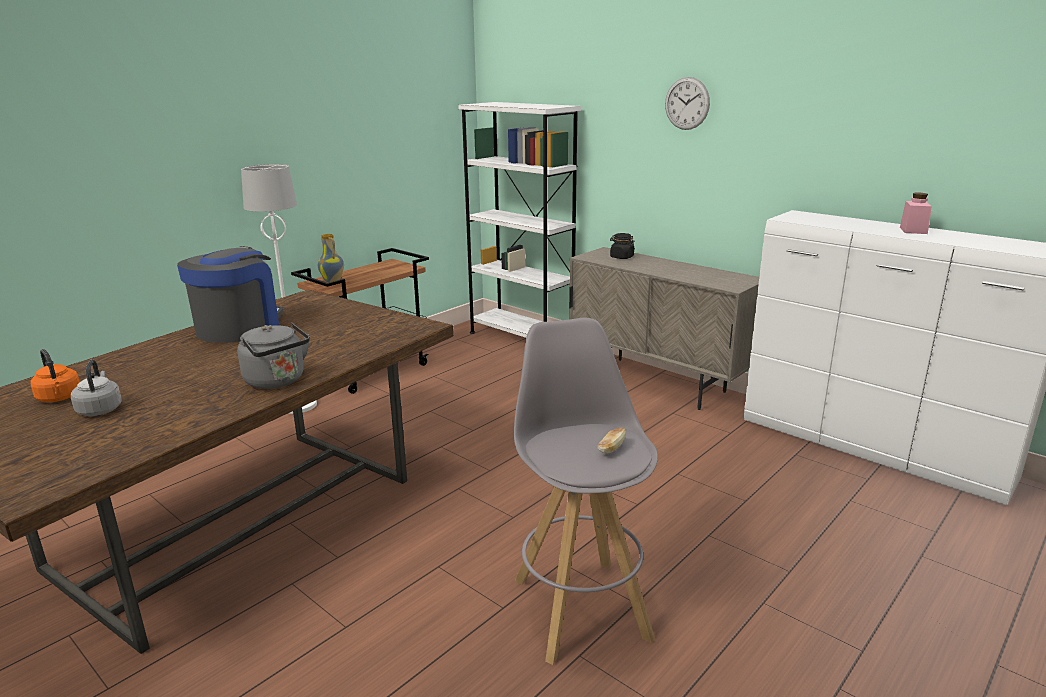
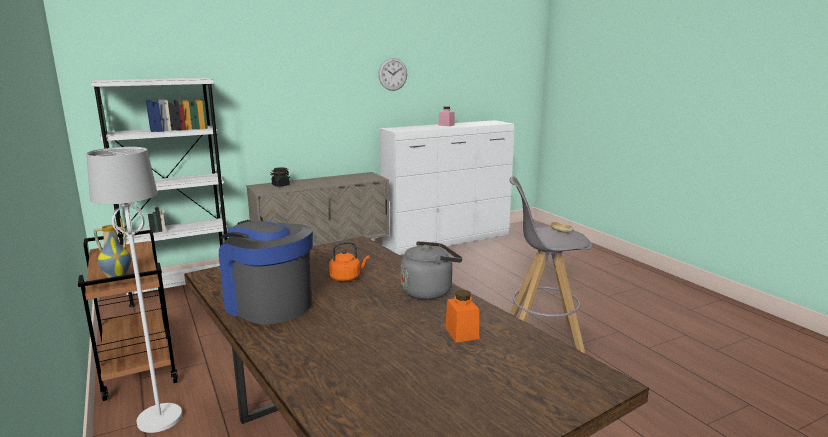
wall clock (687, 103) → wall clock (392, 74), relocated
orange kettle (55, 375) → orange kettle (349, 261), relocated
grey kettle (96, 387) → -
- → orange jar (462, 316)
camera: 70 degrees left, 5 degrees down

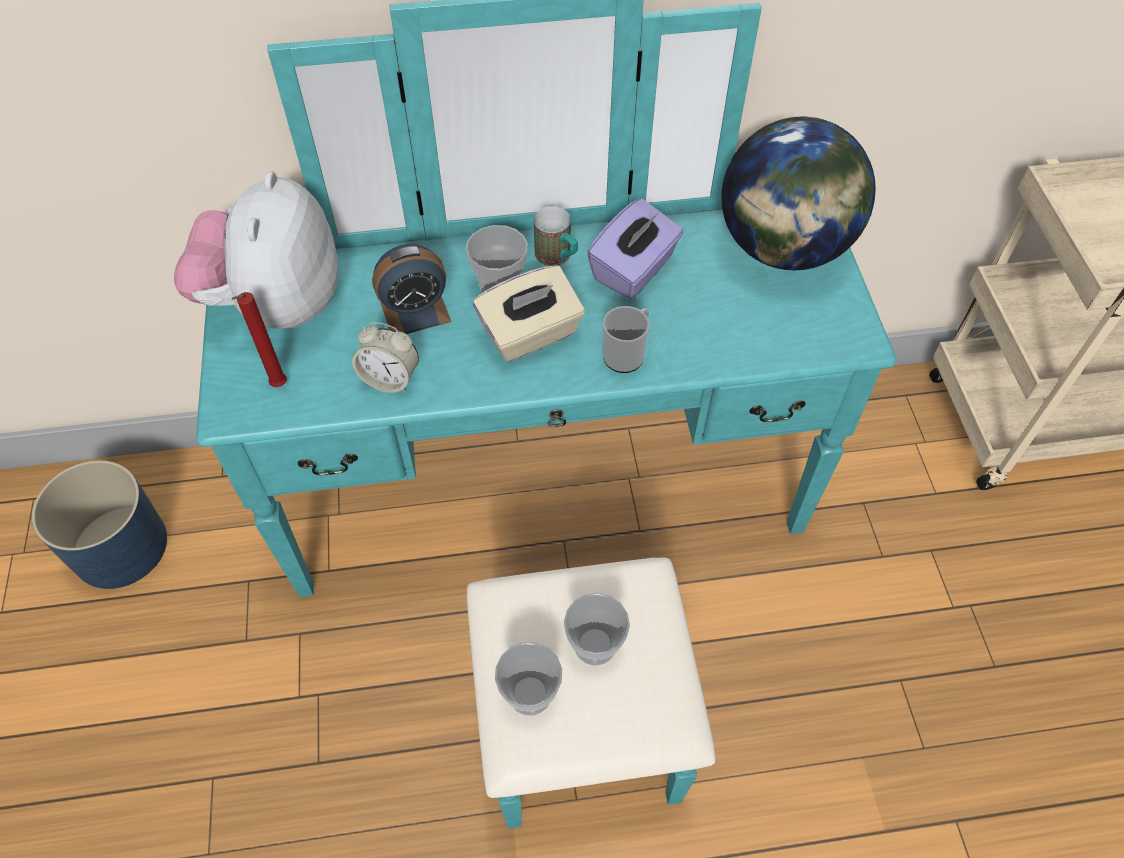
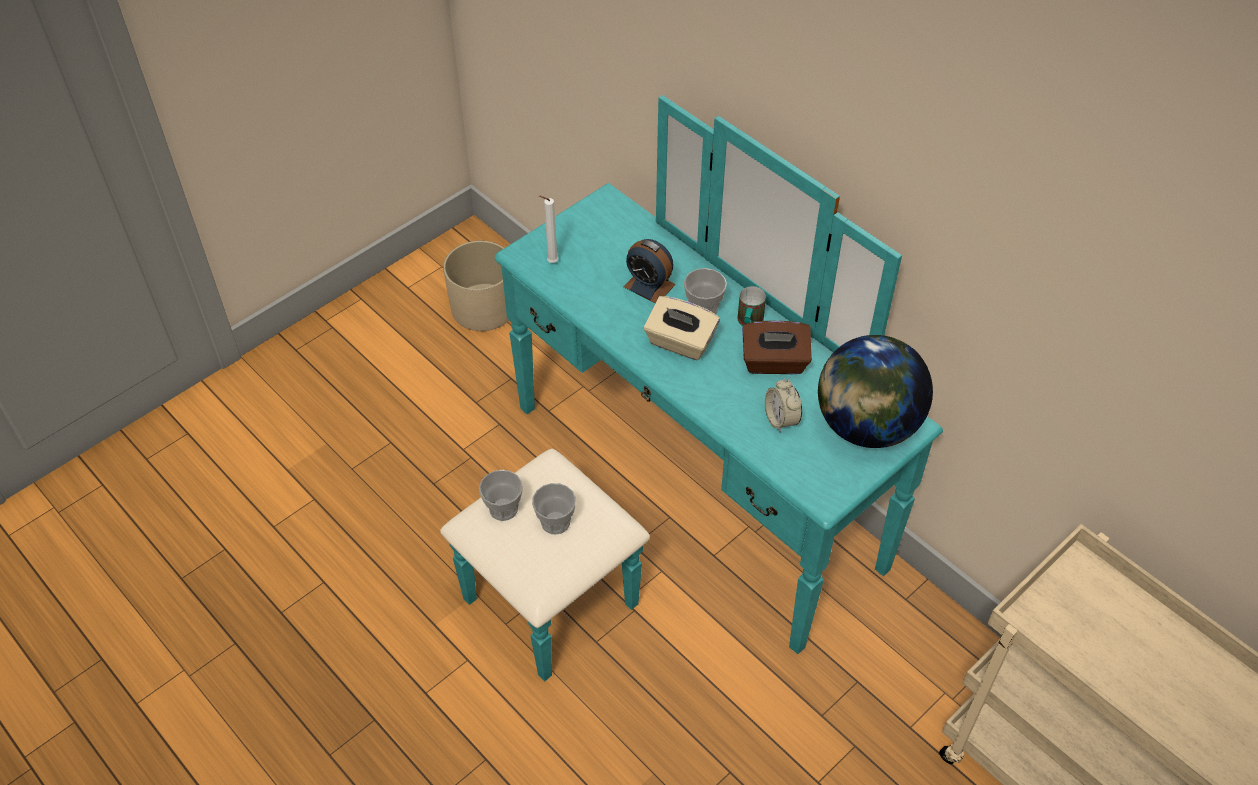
plush toy (256, 250) → -
purple tissue box (635, 248) → brown tissue box (777, 347)
red candle (259, 339) → white candle (548, 229)
mug (626, 339) → -
alarm clock (385, 357) → alarm clock (783, 405), relocated
blue planter (99, 524) → beige planter (476, 286)
camera: 55 degrees right, 5 degrees down

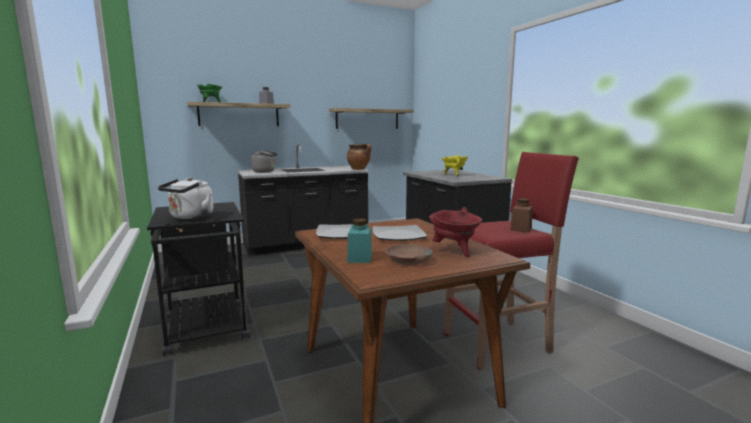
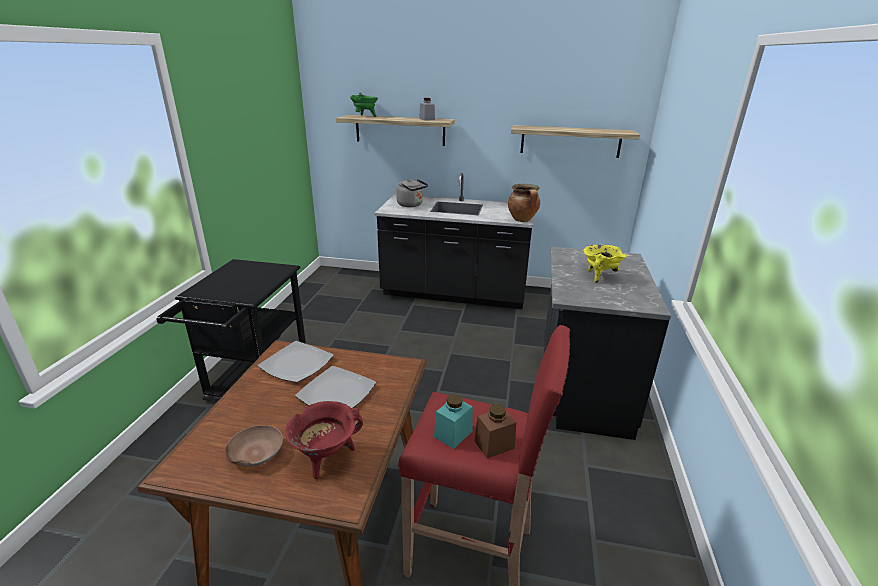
white kettle (185, 198) → -
turquoise jar (359, 241) → turquoise jar (453, 421), relocated
camera: 35 degrees right, 15 degrees up

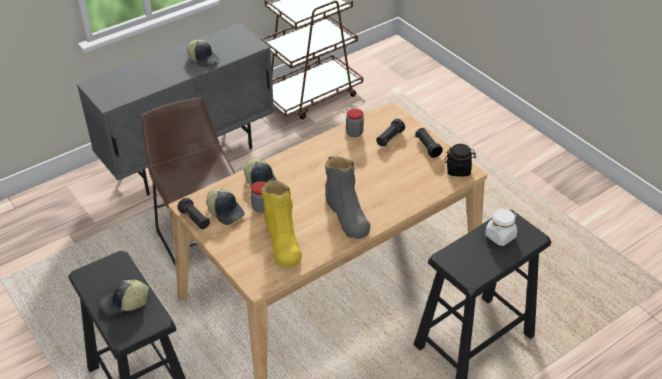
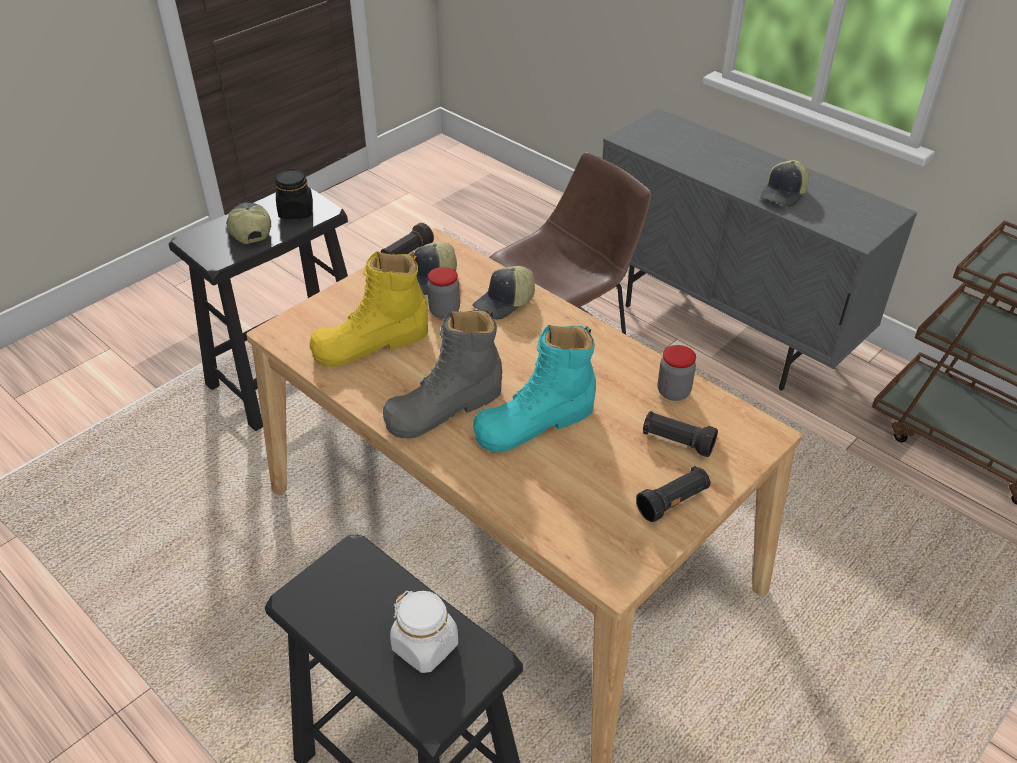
black jar (460, 160) → black jar (294, 194), relocated
- → turquoise boot (534, 388)
camera: 80 degrees right, 0 degrees up

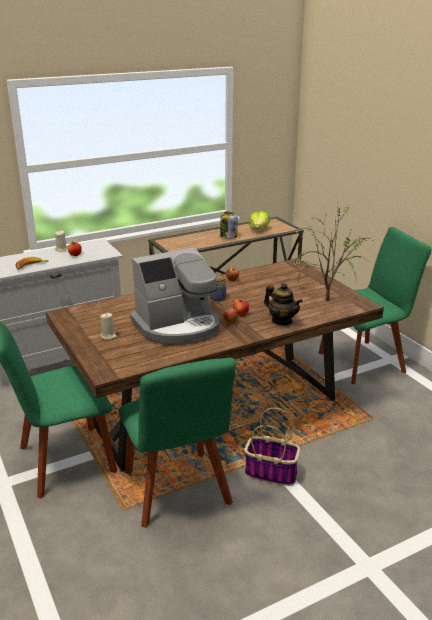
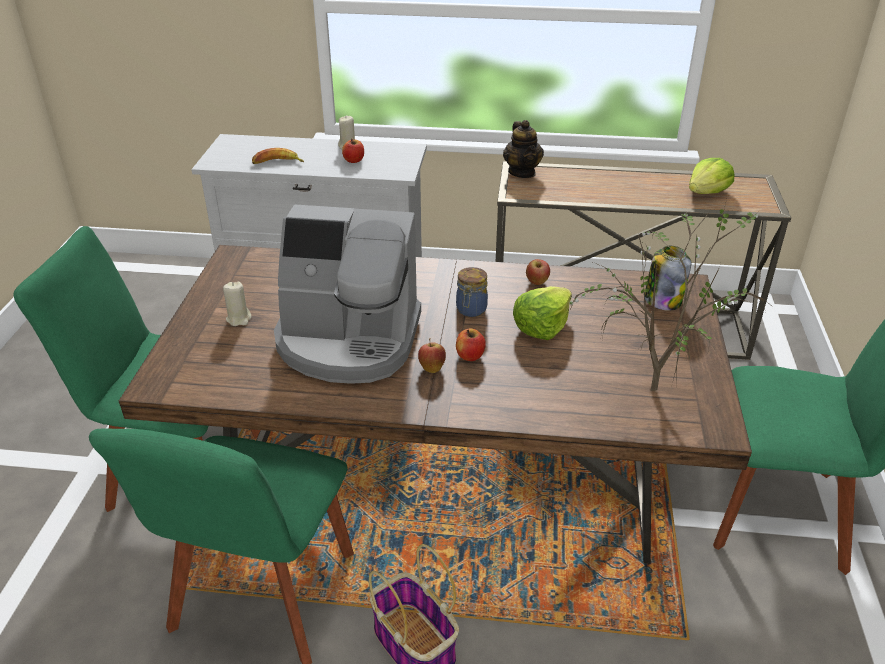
jar (229, 225) → jar (668, 278), relocated
teapot (283, 304) → teapot (523, 149), relocated
- → lettuce (542, 313)
camera: 35 degrees right, 10 degrees up

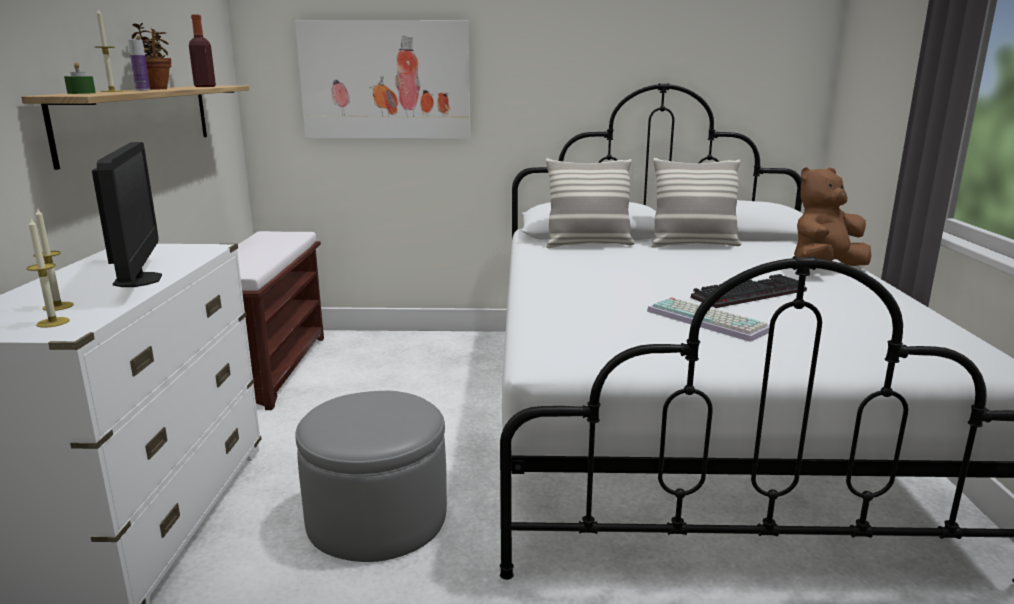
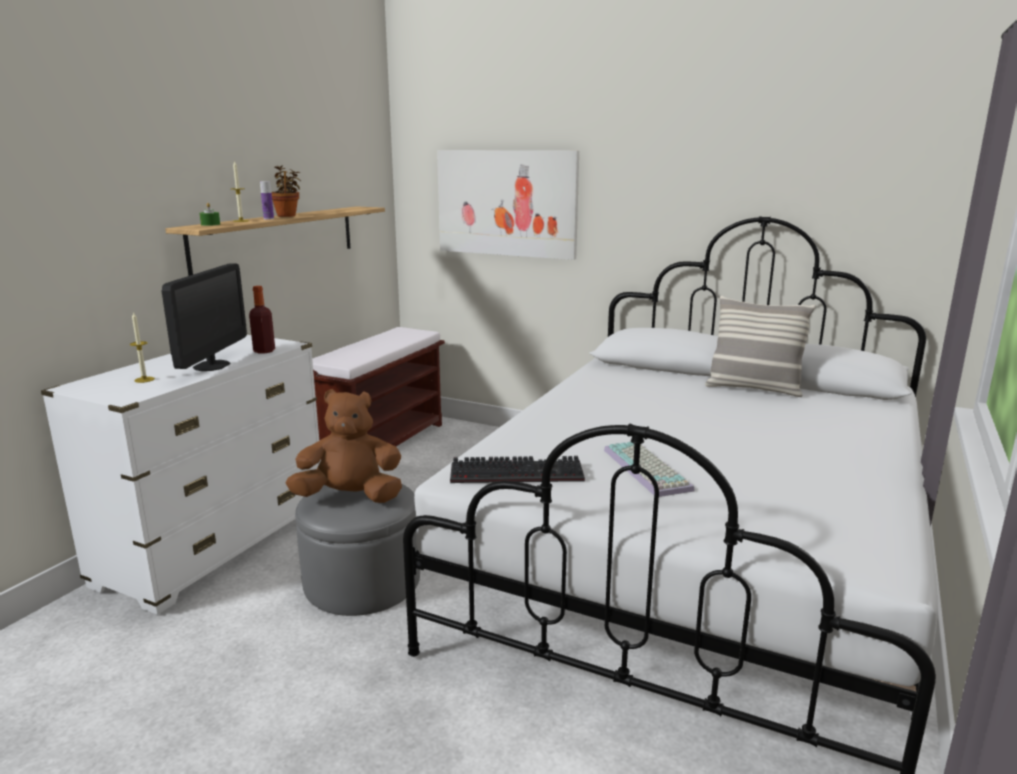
bottle (202, 50) → bottle (262, 320), relocated
pillow (590, 203) → -
brown plush toy (832, 216) → brown plush toy (344, 446), relocated
candle (48, 273) → -
keyboard (749, 291) → keyboard (517, 469), relocated
camera: 25 degrees right, 0 degrees up

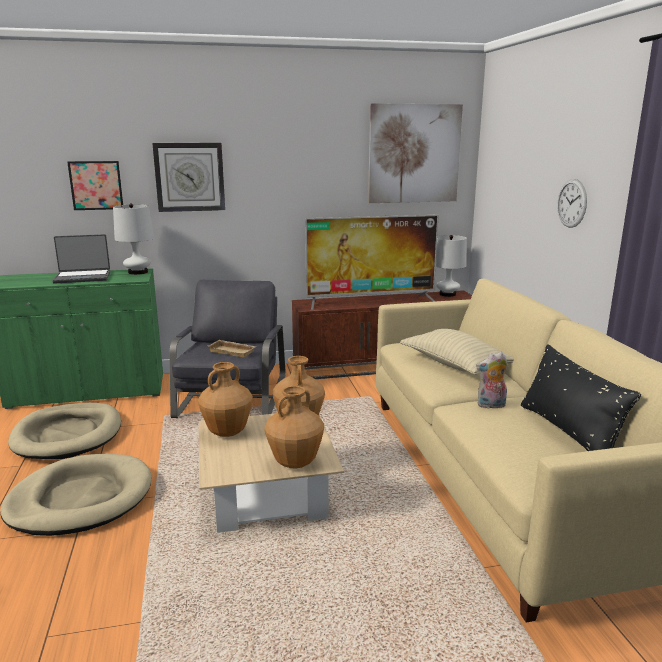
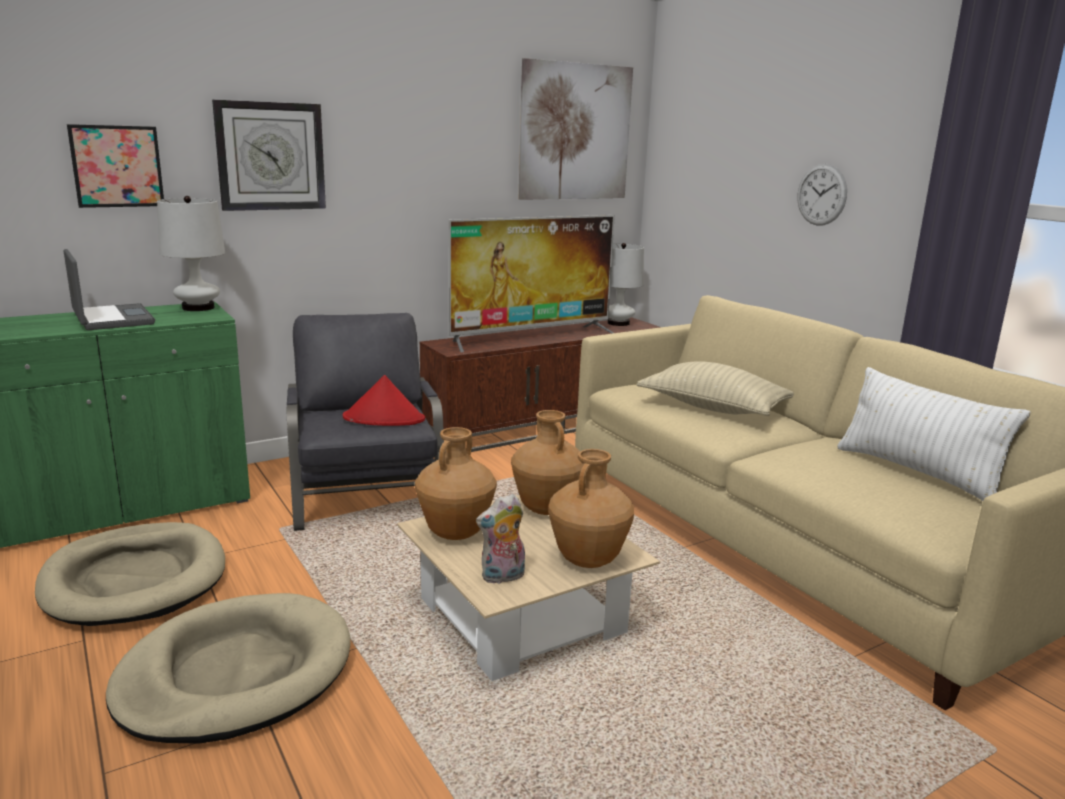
laptop (81, 259) → laptop (109, 289), 90 degrees counterclockwise
beige tray (232, 349) → red hat (384, 400)
black pillow (581, 398) → white pillow (934, 434)
plush toy (492, 380) → plush toy (500, 539), relocated
camera: 20 degrees left, 0 degrees up

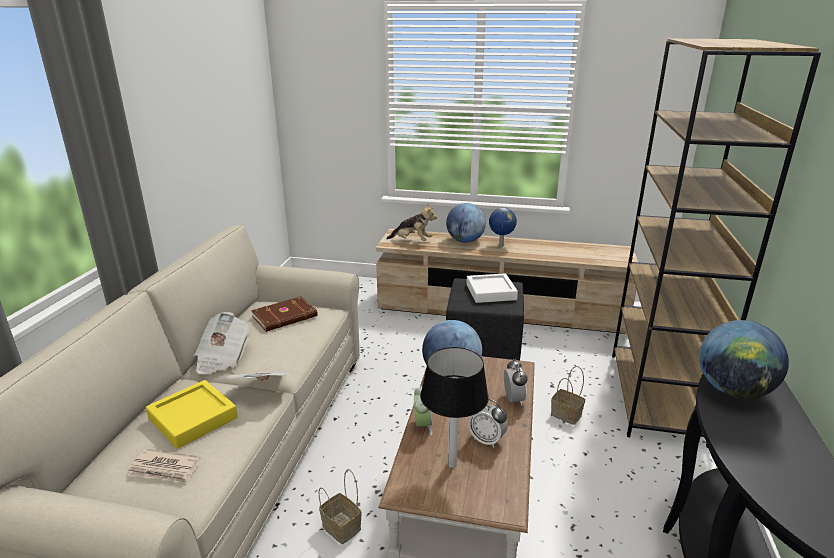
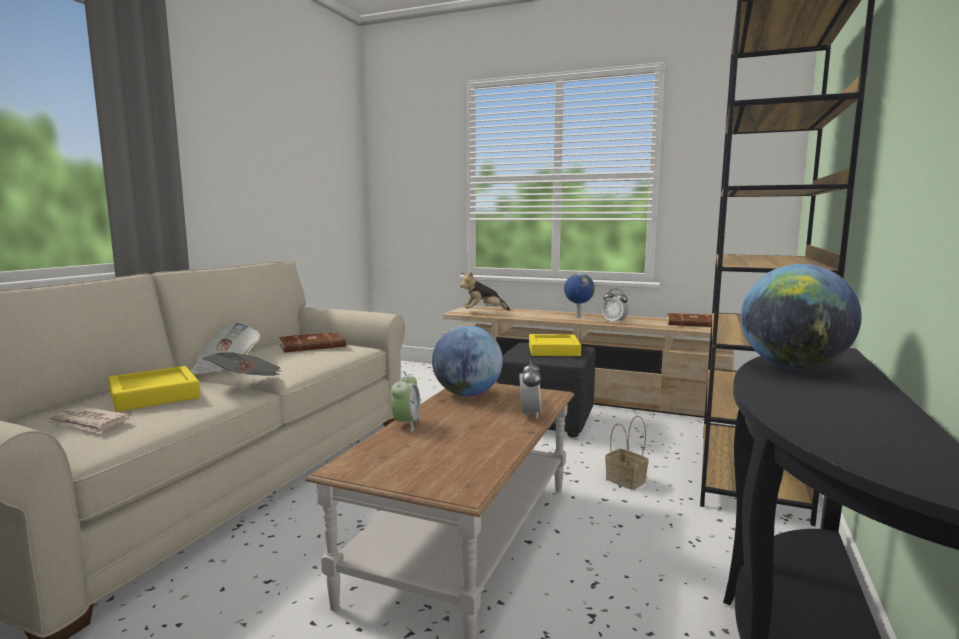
globe (466, 223) → -
plush toy (411, 222) → plush toy (485, 291), 135 degrees clockwise
white tray (492, 288) → yellow tray (555, 345)
table lamp (454, 407) → -
alarm clock (488, 423) → alarm clock (615, 306), relocated
basket (340, 506) → -
- → brown book (689, 320)
camera: 10 degrees right, 15 degrees down

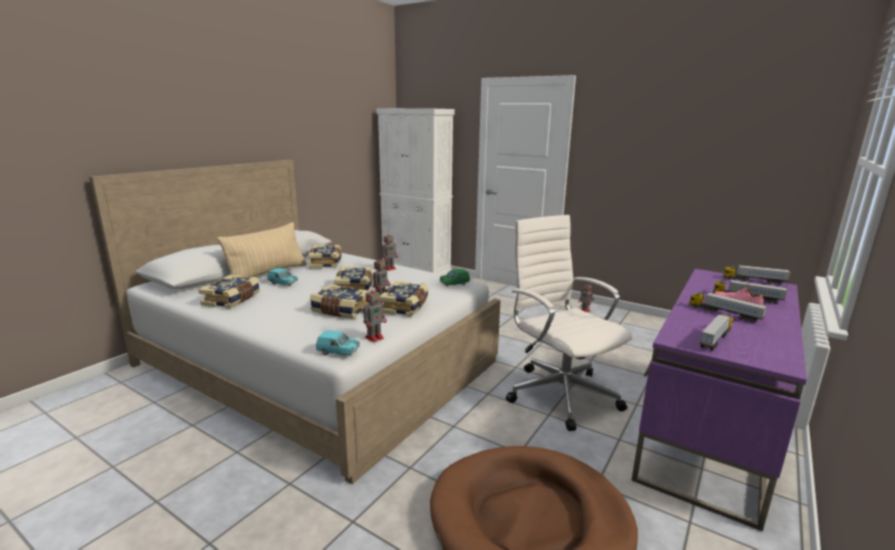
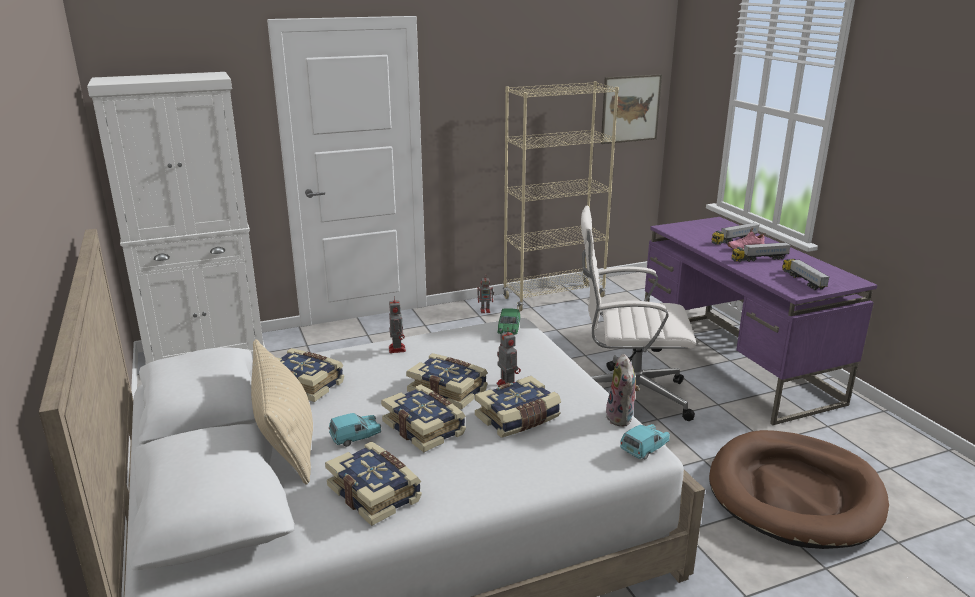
toy truck (757, 275) → -
book (404, 299) → book (423, 418), relocated
toy robot (375, 314) → plush toy (623, 390)
- → picture (631, 109)
- → beige bookcase (561, 196)
camera: 55 degrees left, 5 degrees up

